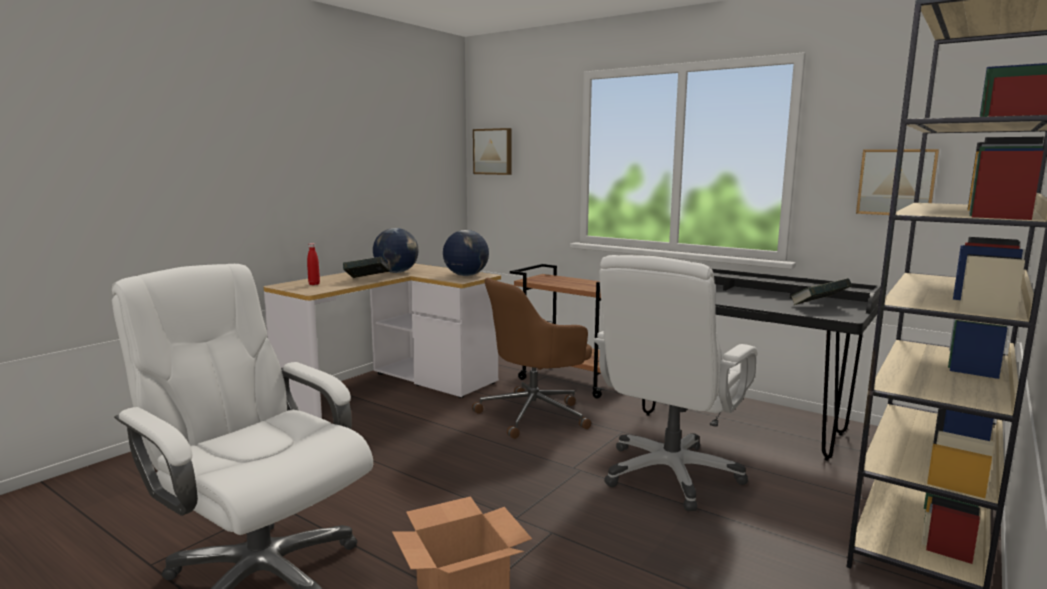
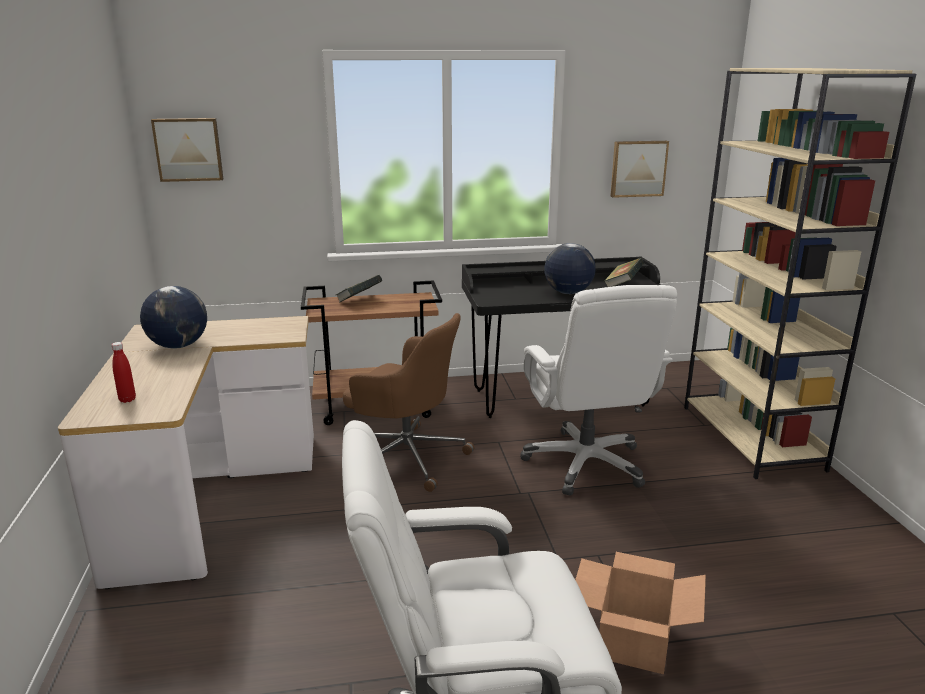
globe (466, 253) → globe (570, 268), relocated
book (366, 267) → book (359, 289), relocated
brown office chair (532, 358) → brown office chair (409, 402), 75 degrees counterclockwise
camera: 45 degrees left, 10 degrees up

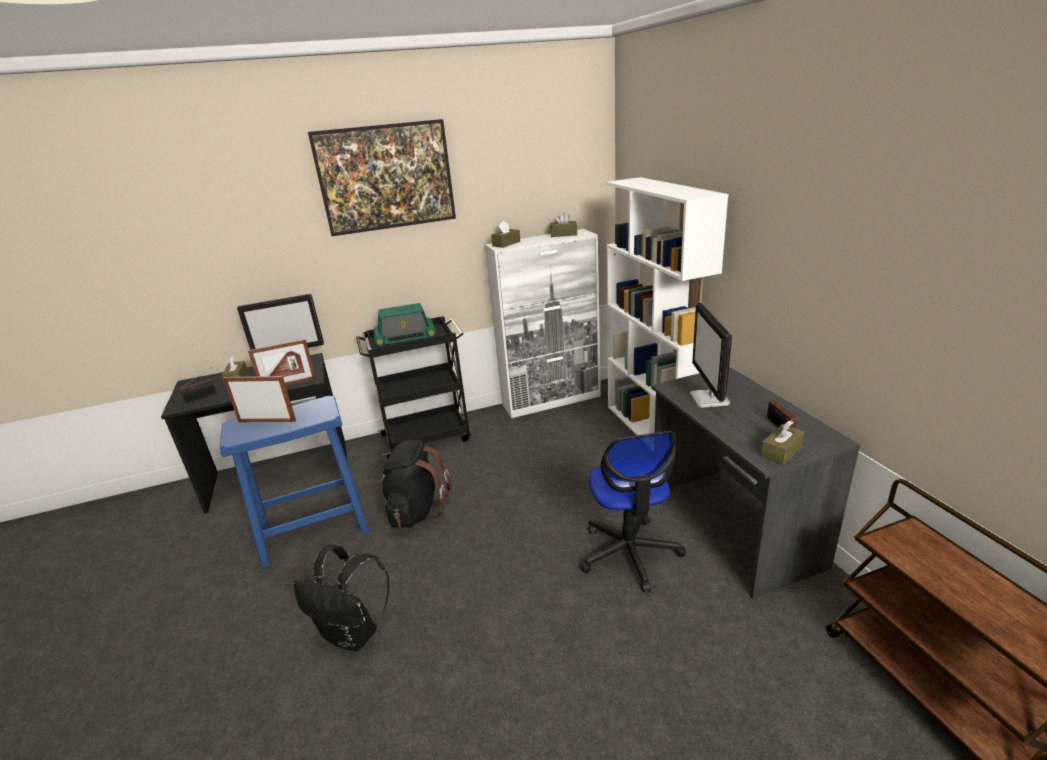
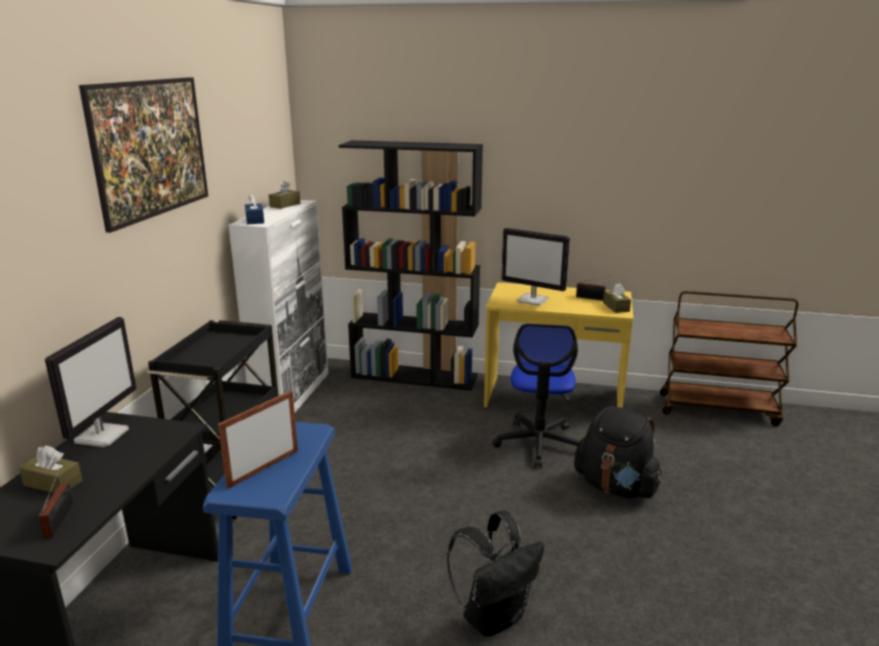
white bookcase (667, 306) → black bookcase (411, 265)
brown tissue box (505, 234) → blue tissue box (254, 209)
radio (405, 325) → -
picture frame (282, 362) → -
grey desk (756, 483) → yellow desk (558, 345)
office chair (633, 511) → office chair (536, 395), 75 degrees clockwise
black backpack (415, 484) → black backpack (618, 452), relocated
camera: 60 degrees left, 5 degrees down

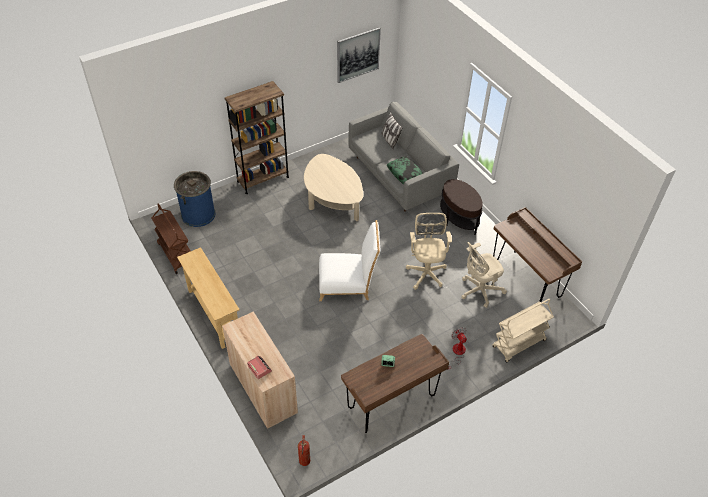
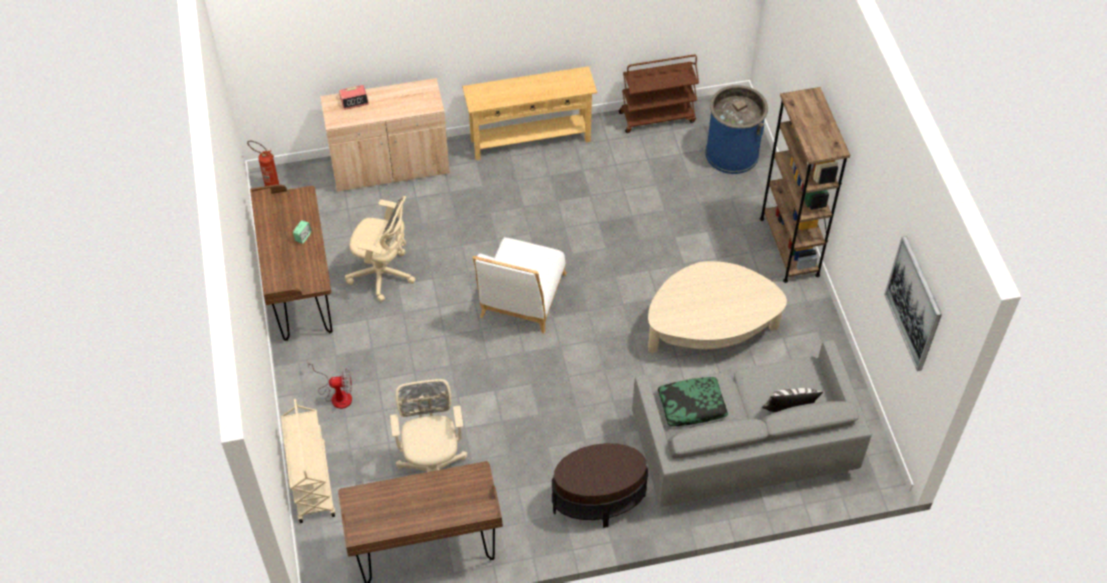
beige office chair (429, 251) → beige office chair (380, 249), relocated
camera: 110 degrees right, 5 degrees up

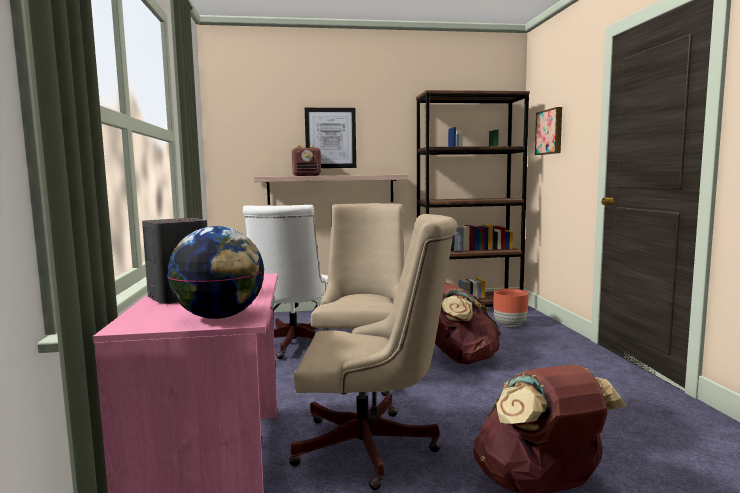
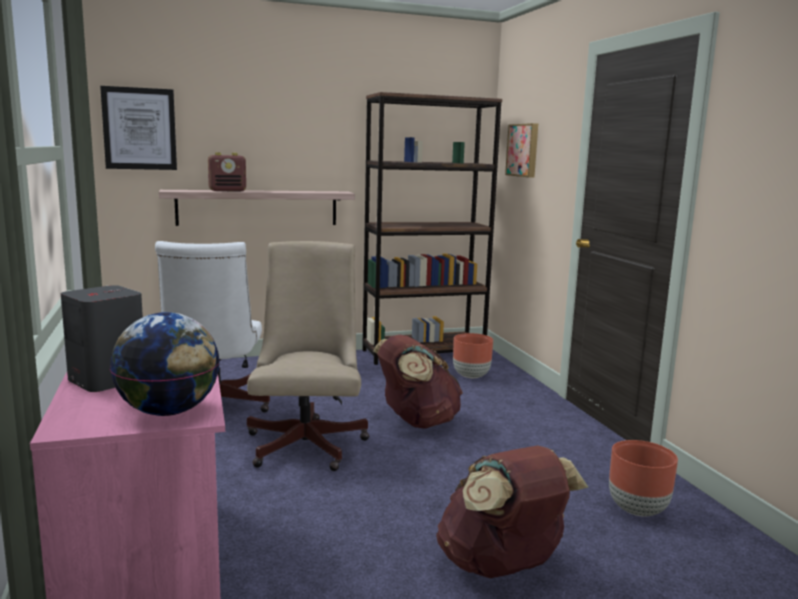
picture (330, 138) → picture (138, 128), relocated
beige office chair (373, 352) → -
- → brown planter (643, 478)
camera: 10 degrees left, 5 degrees up

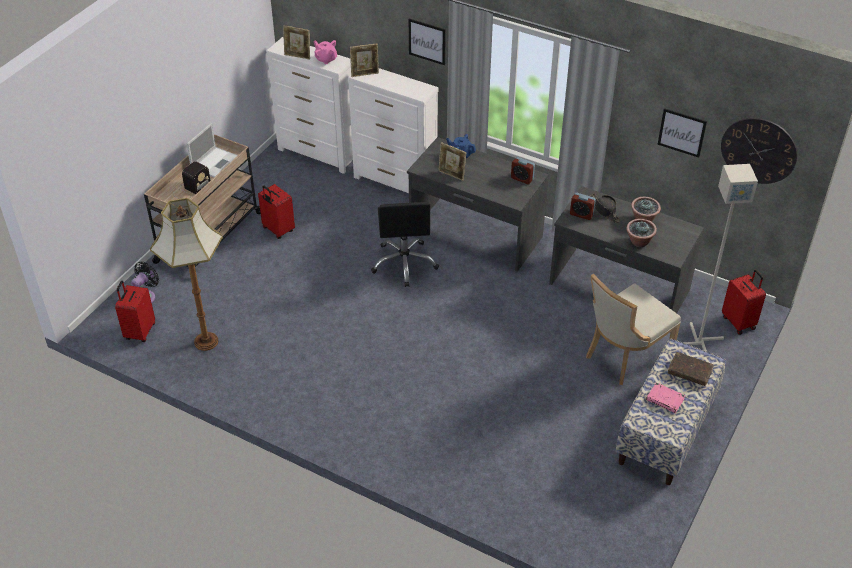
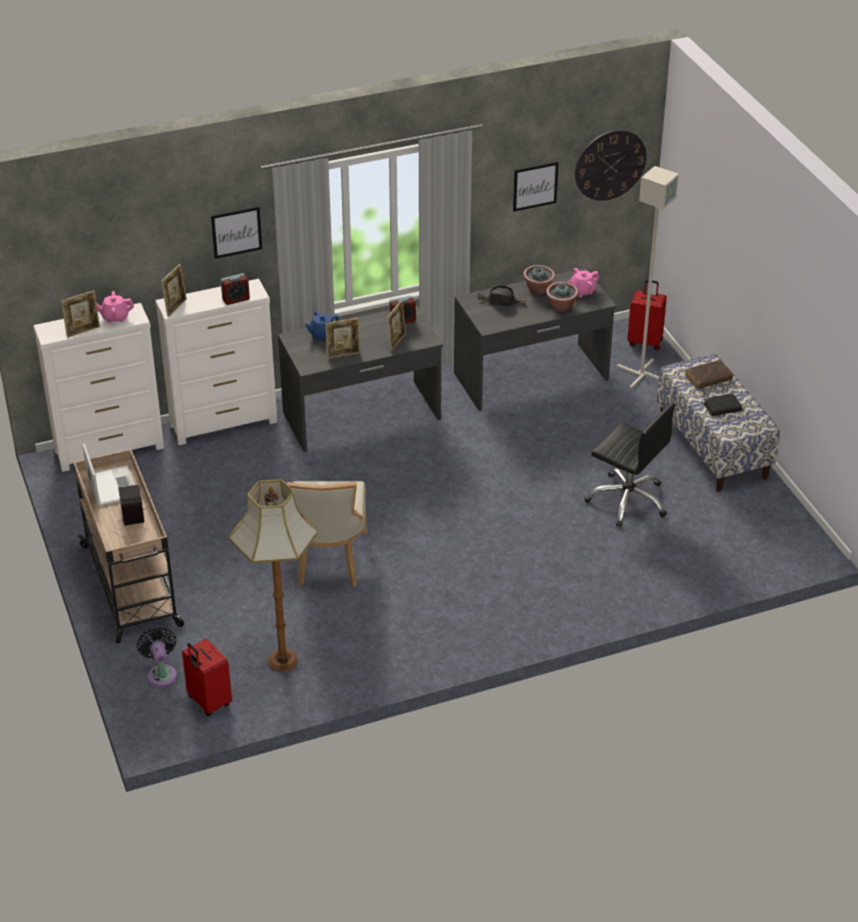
red suitcase (276, 211) → -
alarm clock (583, 206) → alarm clock (235, 289), relocated
black office chair (405, 244) → black office chair (629, 465), relocated
beige chair (633, 329) → beige chair (327, 533), relocated
pink book (665, 397) → black book (722, 404)
- → pink teapot (583, 282)
- → picture frame (396, 325)
camera: 50 degrees left, 5 degrees down

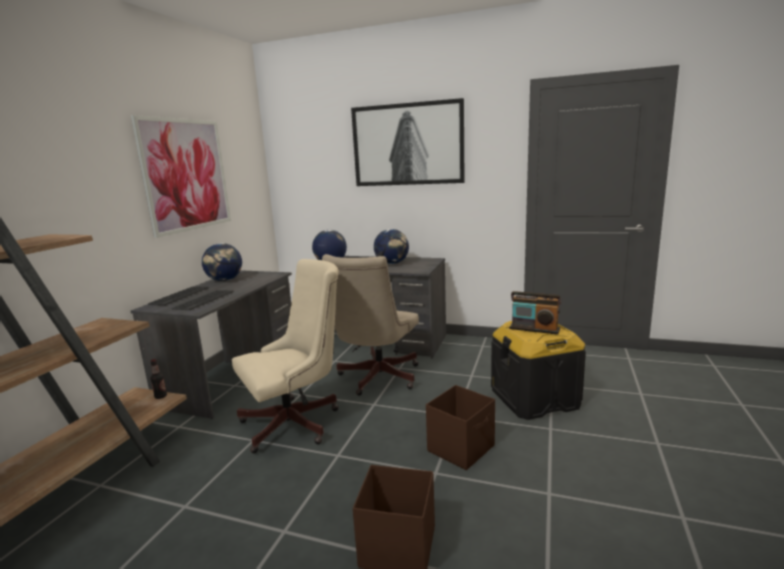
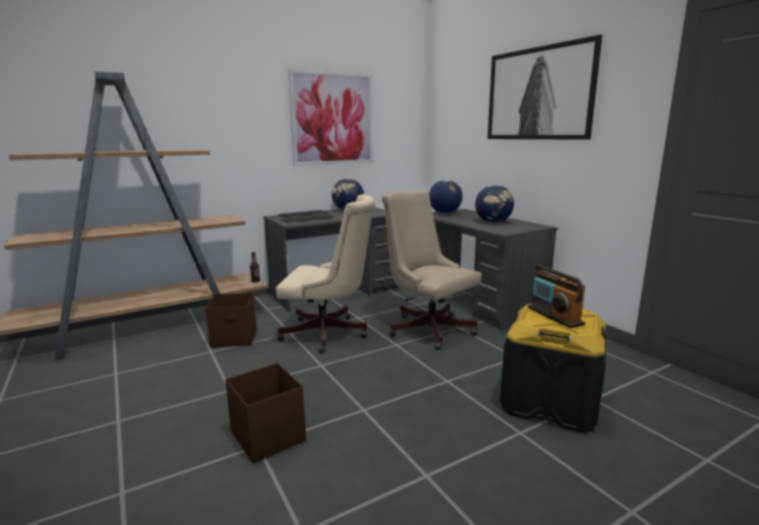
beige office chair (370, 325) → beige office chair (432, 270), 75 degrees clockwise
brown storage box (460, 427) → brown storage box (231, 320), relocated
camera: 40 degrees right, 0 degrees up

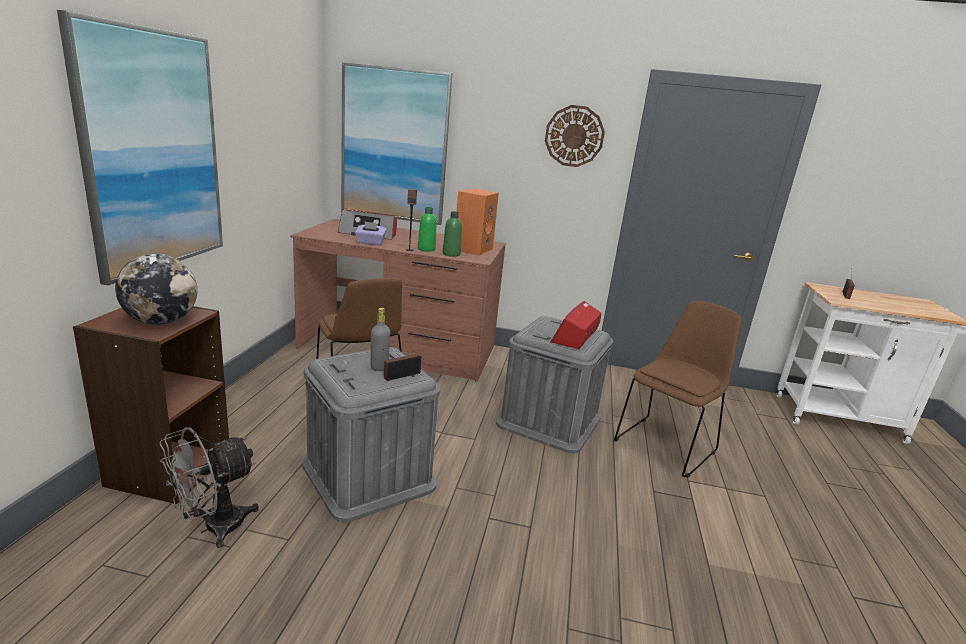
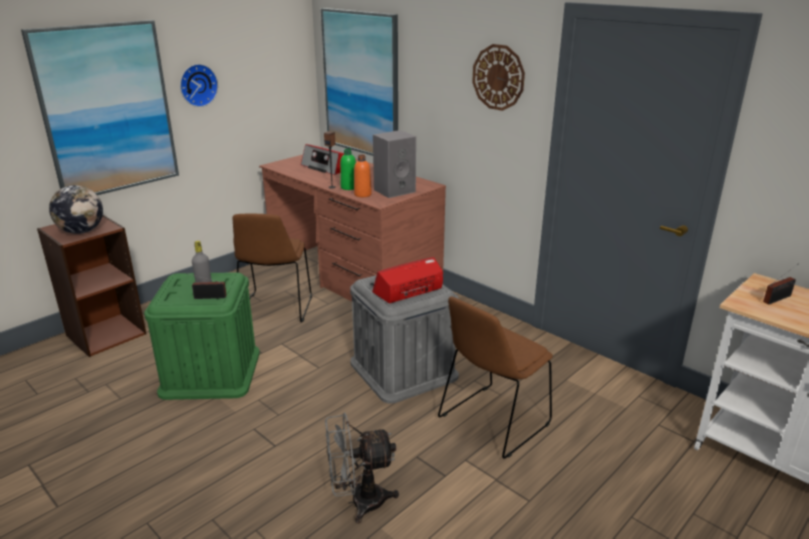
orange speaker (478, 222) → grey speaker (394, 164)
green bottle (452, 234) → orange bottle (363, 175)
purple tissue box (371, 233) → -
brown chair (678, 389) → brown chair (495, 377), 150 degrees clockwise
grey storage box (371, 434) → green storage box (202, 336)
grey fan (209, 487) → grey fan (362, 468), relocated
- → wall clock (199, 85)
camera: 35 degrees right, 5 degrees up

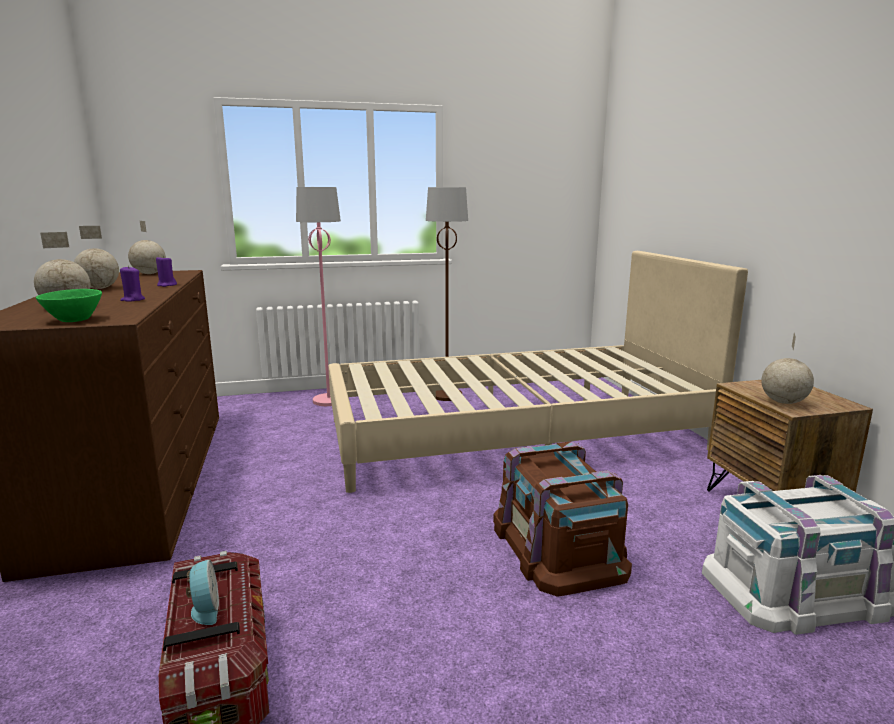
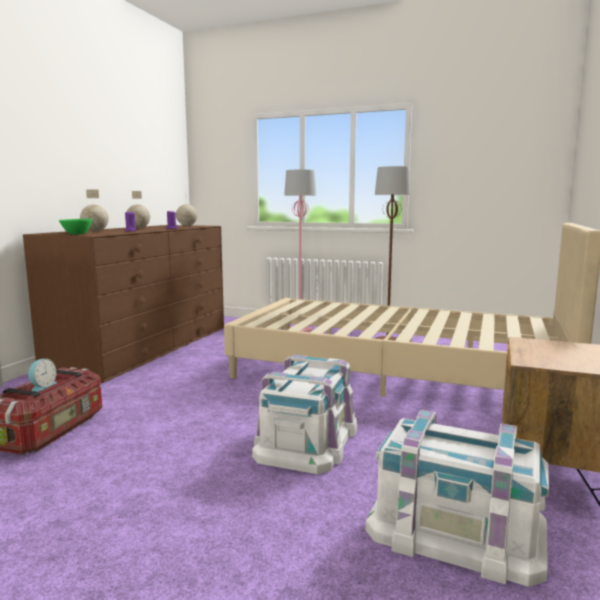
globe (787, 368) → -
brown storage box (562, 519) → white storage box (304, 414)
camera: 35 degrees right, 5 degrees down

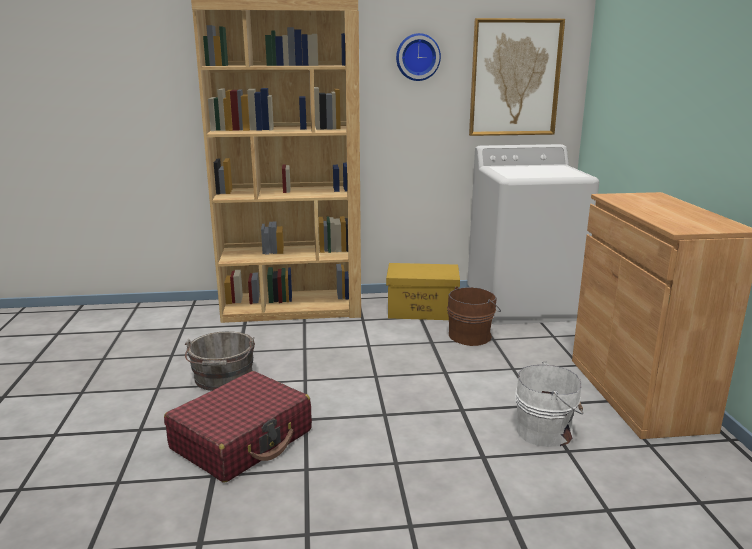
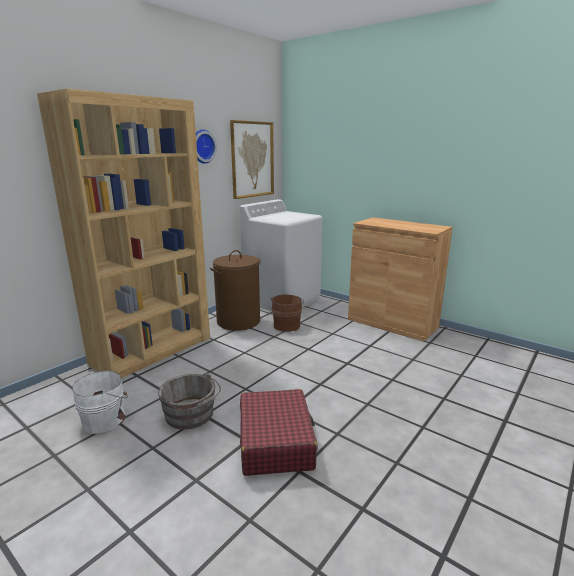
yellow storage box (423, 291) → brown laundry basket (235, 290)
white bucket (549, 404) → white bucket (100, 402), relocated
camera: 45 degrees left, 0 degrees up

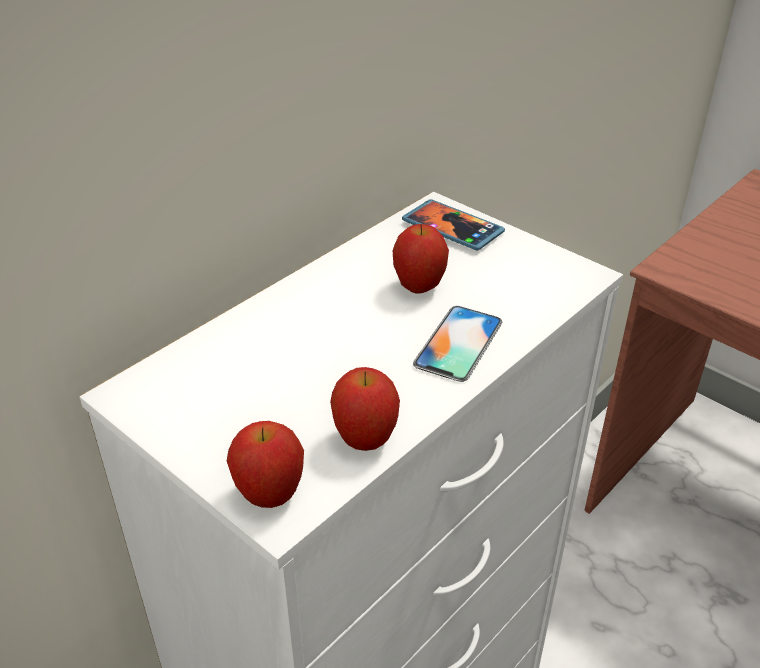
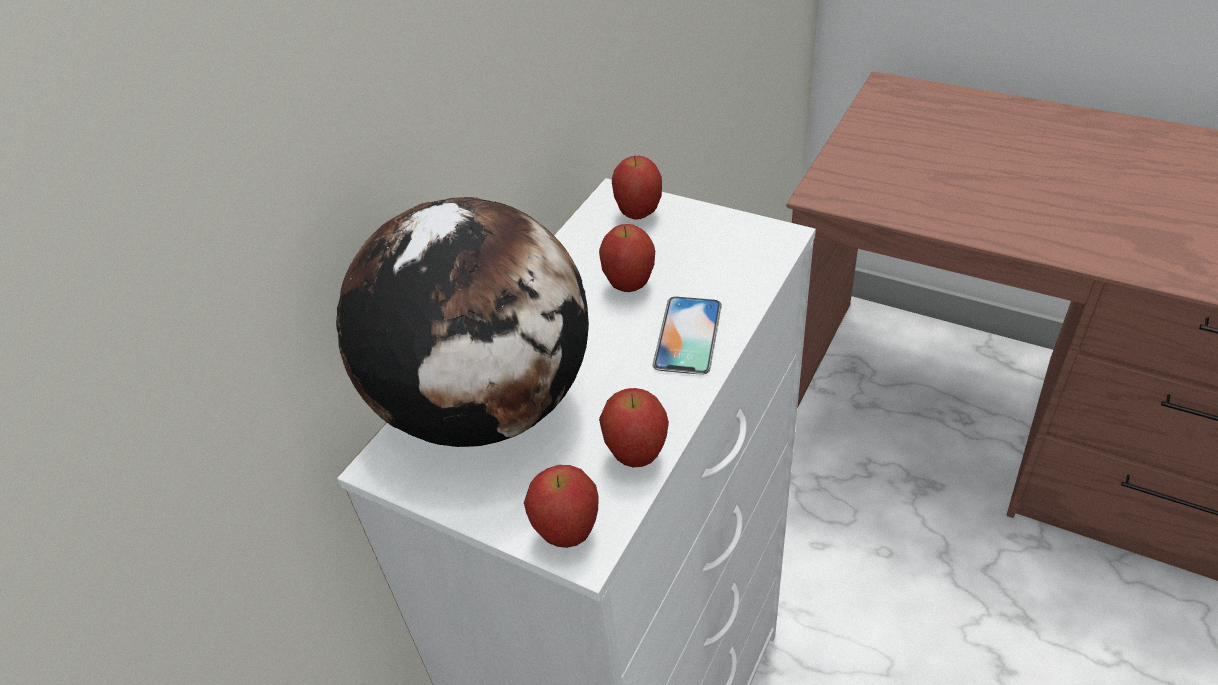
phone (453, 225) → apple (637, 188)
- → globe (462, 322)
camera: 10 degrees left, 5 degrees up

